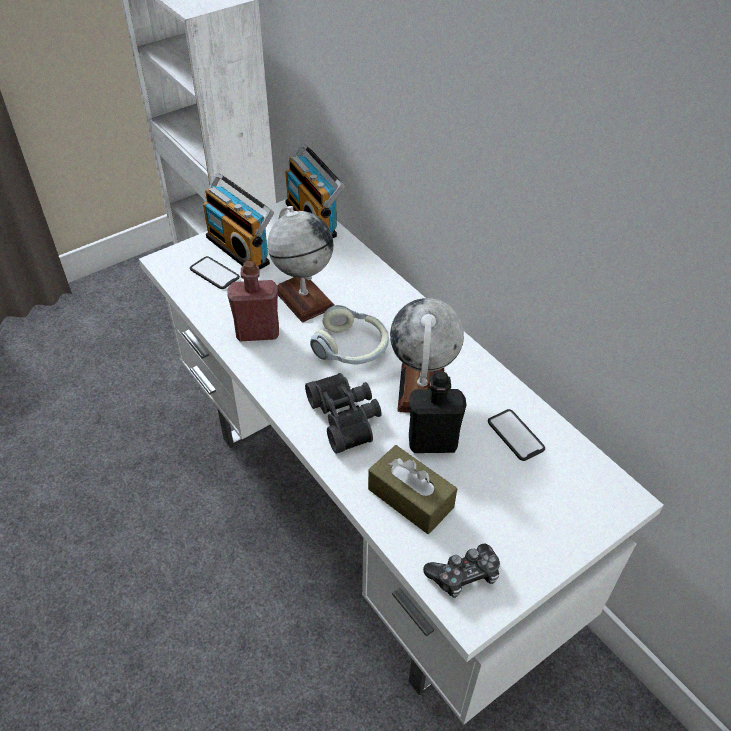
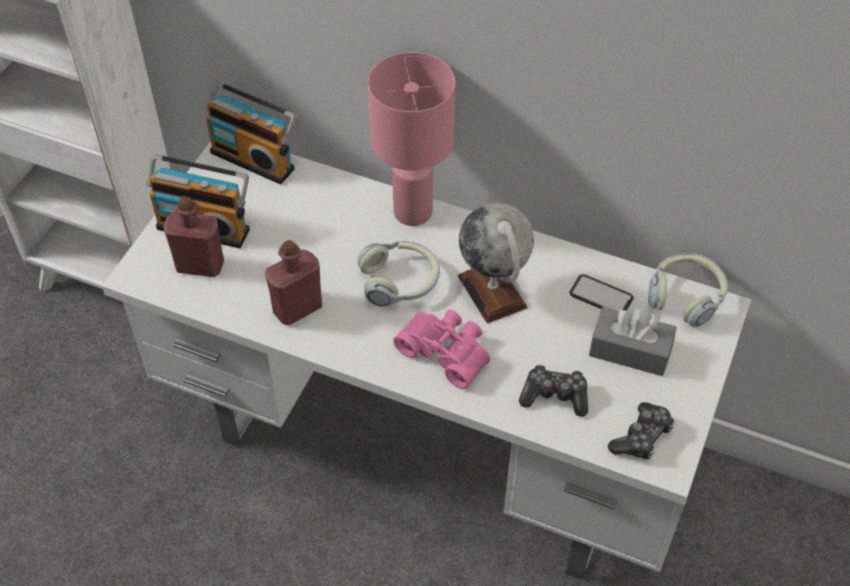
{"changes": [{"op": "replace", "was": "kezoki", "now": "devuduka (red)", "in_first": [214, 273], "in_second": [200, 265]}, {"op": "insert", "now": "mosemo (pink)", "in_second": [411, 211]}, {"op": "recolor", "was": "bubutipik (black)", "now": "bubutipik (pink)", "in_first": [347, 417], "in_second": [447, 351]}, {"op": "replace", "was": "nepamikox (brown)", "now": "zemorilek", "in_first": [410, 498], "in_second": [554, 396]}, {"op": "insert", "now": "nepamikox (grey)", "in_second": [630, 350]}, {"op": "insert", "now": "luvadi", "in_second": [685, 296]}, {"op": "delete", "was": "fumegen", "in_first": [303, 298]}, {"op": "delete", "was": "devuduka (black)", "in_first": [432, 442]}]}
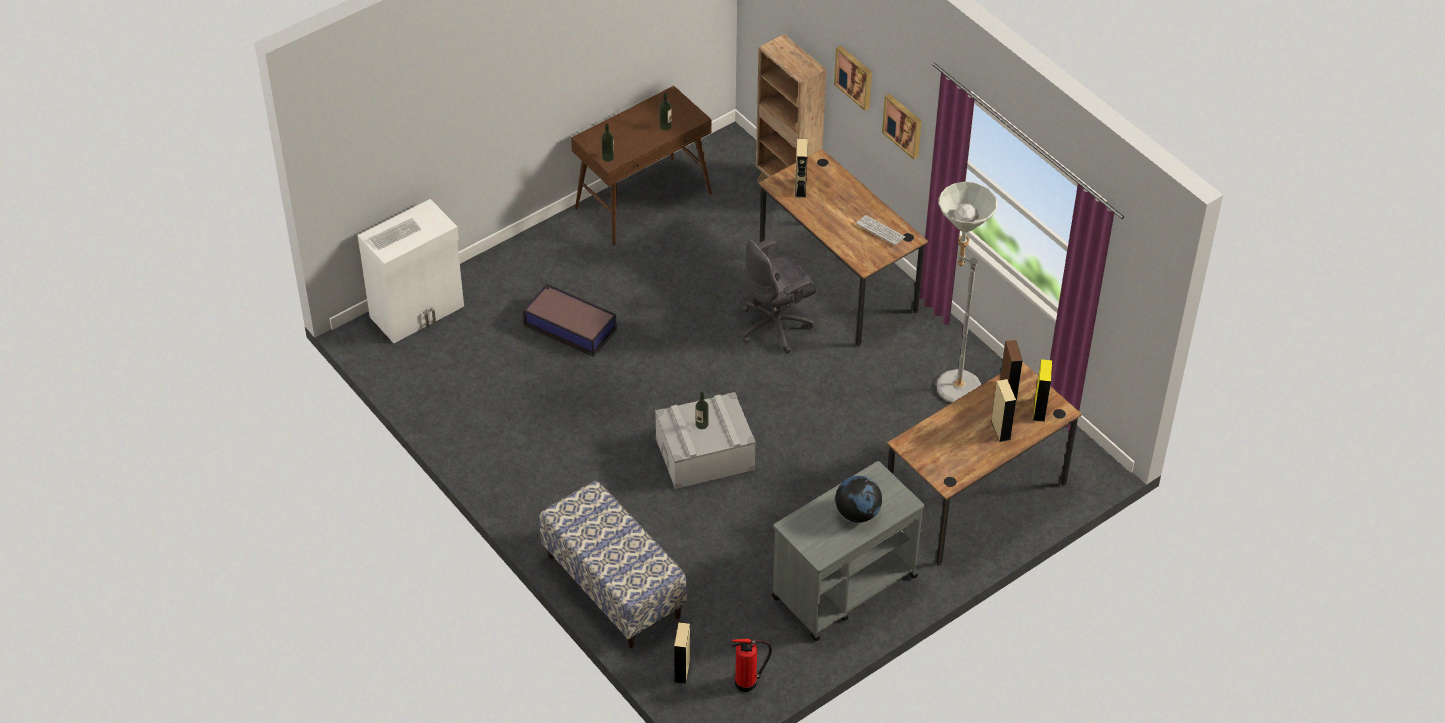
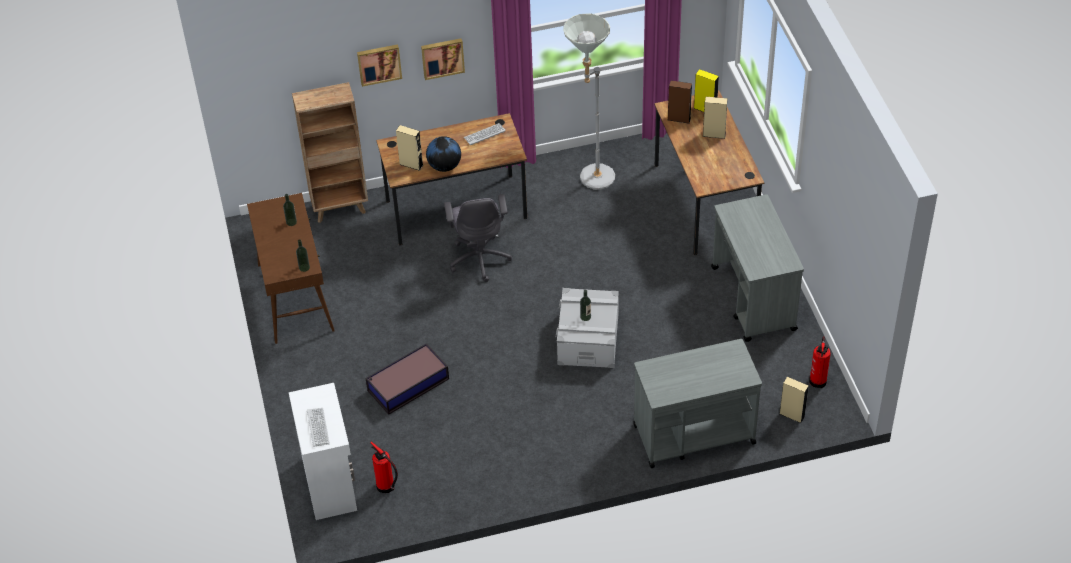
{"changes": [{"op": "insert", "now": "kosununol", "in_second": [386, 487]}, {"op": "move", "was": "fumegen", "in_first": [857, 513], "in_second": [444, 166]}, {"op": "replace", "was": "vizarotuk", "now": "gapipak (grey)", "in_first": [613, 586], "in_second": [693, 434]}]}
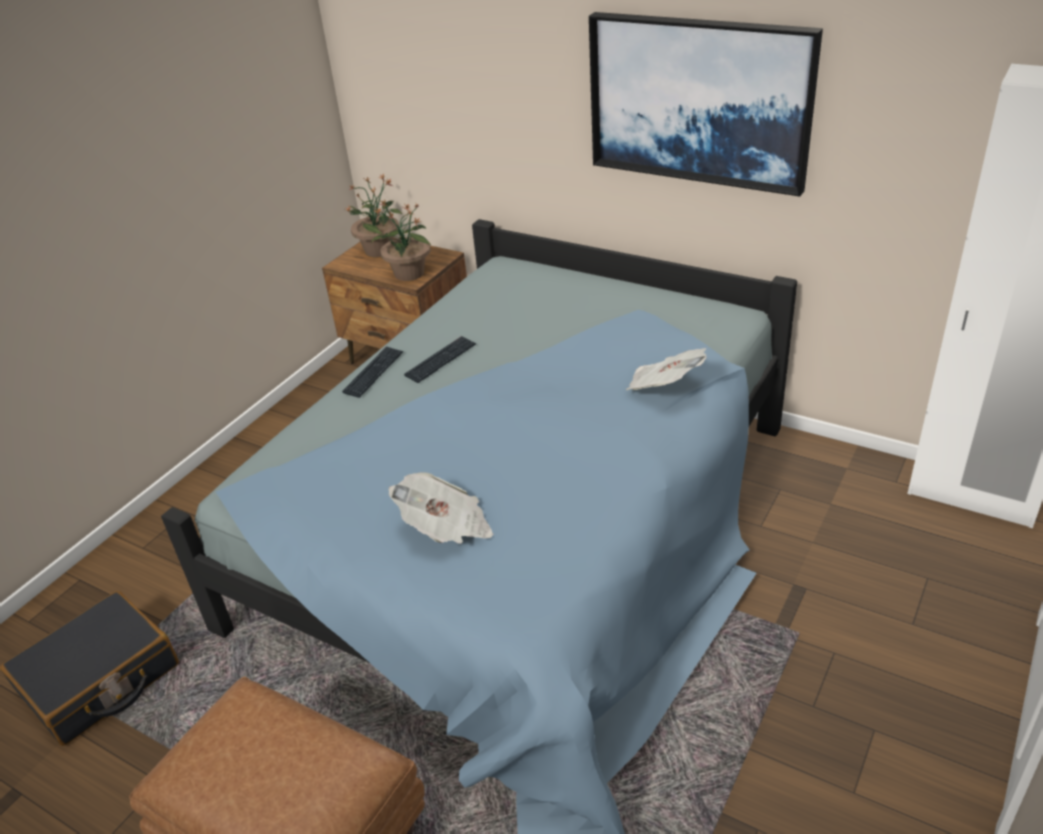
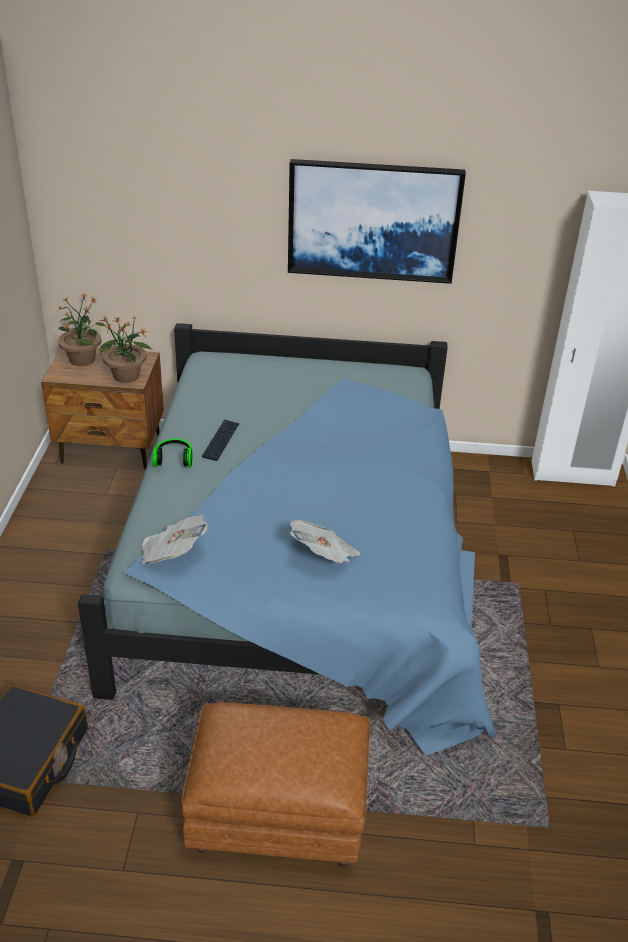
{"changes": [{"op": "move", "was": "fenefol", "in_first": [664, 387], "in_second": [173, 553]}, {"op": "replace", "was": "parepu", "now": "luvadi", "in_first": [374, 373], "in_second": [174, 459]}]}
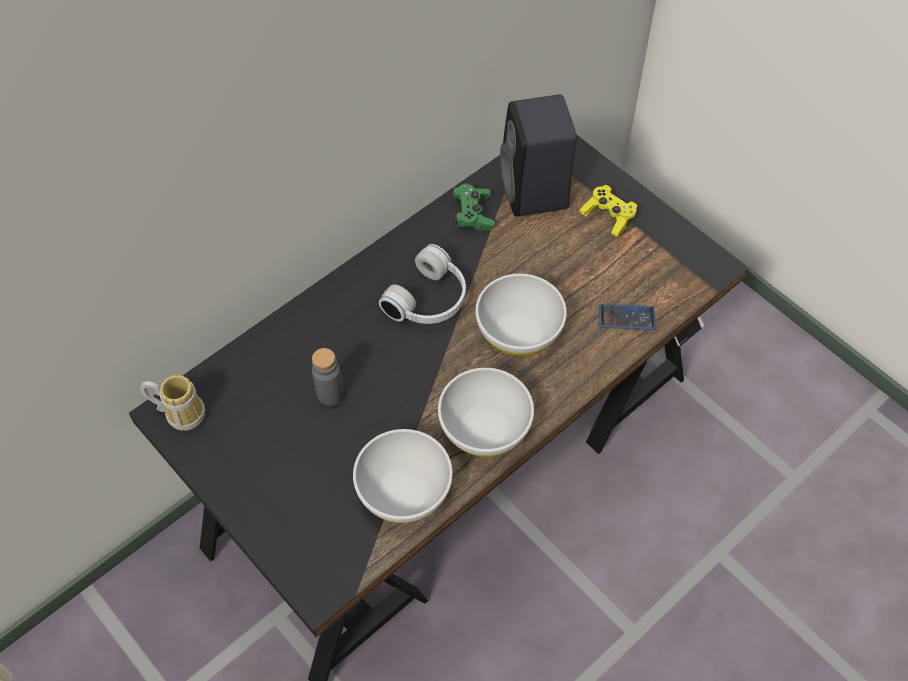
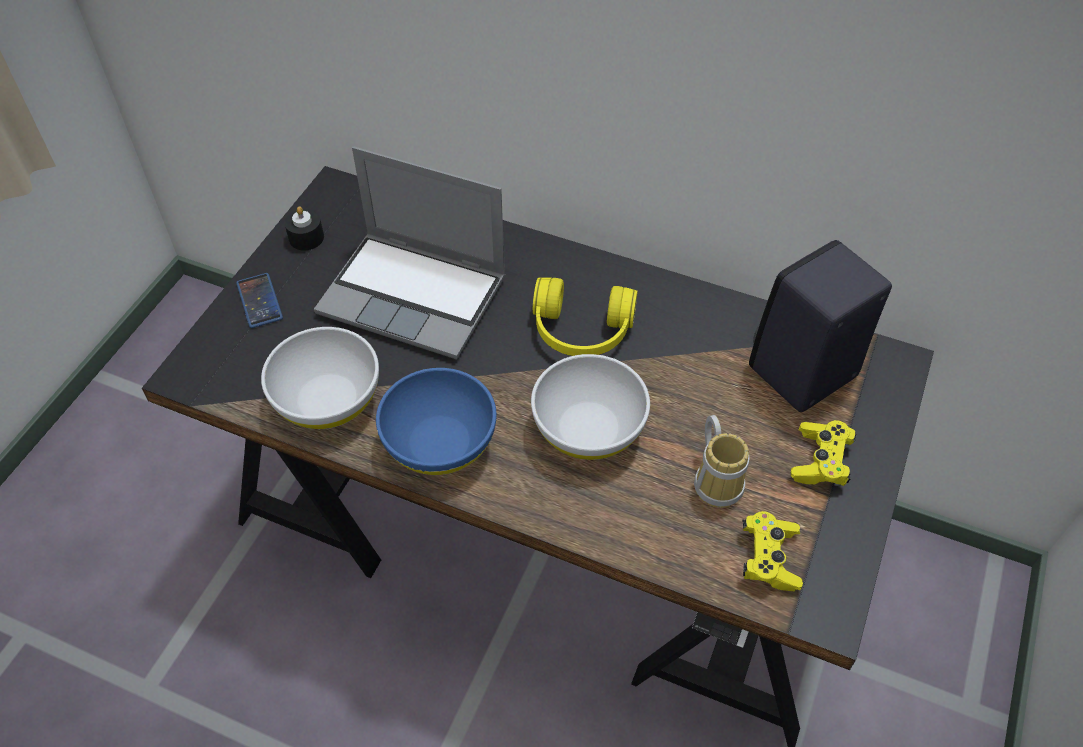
{"changes": [{"op": "move", "was": "kezoki", "in_first": [627, 317], "in_second": [259, 301]}, {"op": "insert", "now": "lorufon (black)", "in_second": [306, 237]}, {"op": "replace", "was": "devuduka (grey)", "now": "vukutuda", "in_first": [330, 394], "in_second": [416, 296]}, {"op": "recolor", "was": "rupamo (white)", "now": "rupamo (blue)", "in_first": [485, 427], "in_second": [440, 443]}, {"op": "recolor", "was": "luvadi (white)", "now": "luvadi (yellow)", "in_first": [430, 300], "in_second": [581, 332]}, {"op": "move", "was": "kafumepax", "in_first": [181, 412], "in_second": [718, 481]}, {"op": "insert", "now": "zemorilek (yellow)", "in_second": [769, 558]}, {"op": "delete", "was": "zemorilek (green)", "in_first": [473, 214]}]}
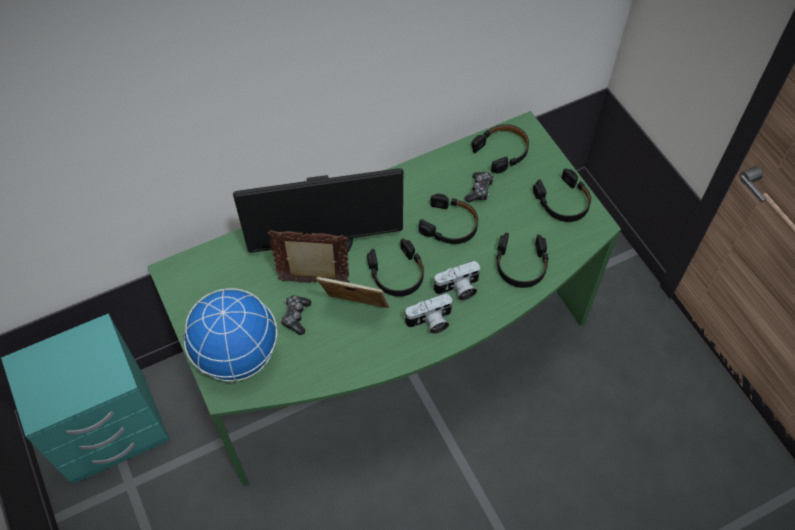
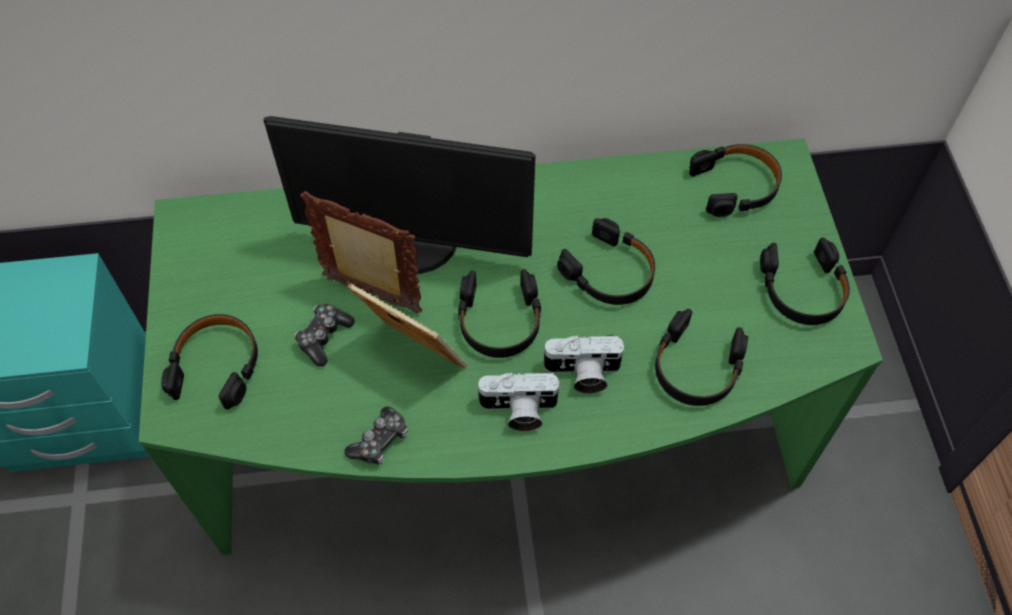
{"changes": [{"op": "replace", "was": "fumegen", "now": "luvadi (black)", "in_first": [237, 354], "in_second": [217, 365]}, {"op": "move", "was": "zemorilek", "in_first": [479, 190], "in_second": [380, 441]}]}
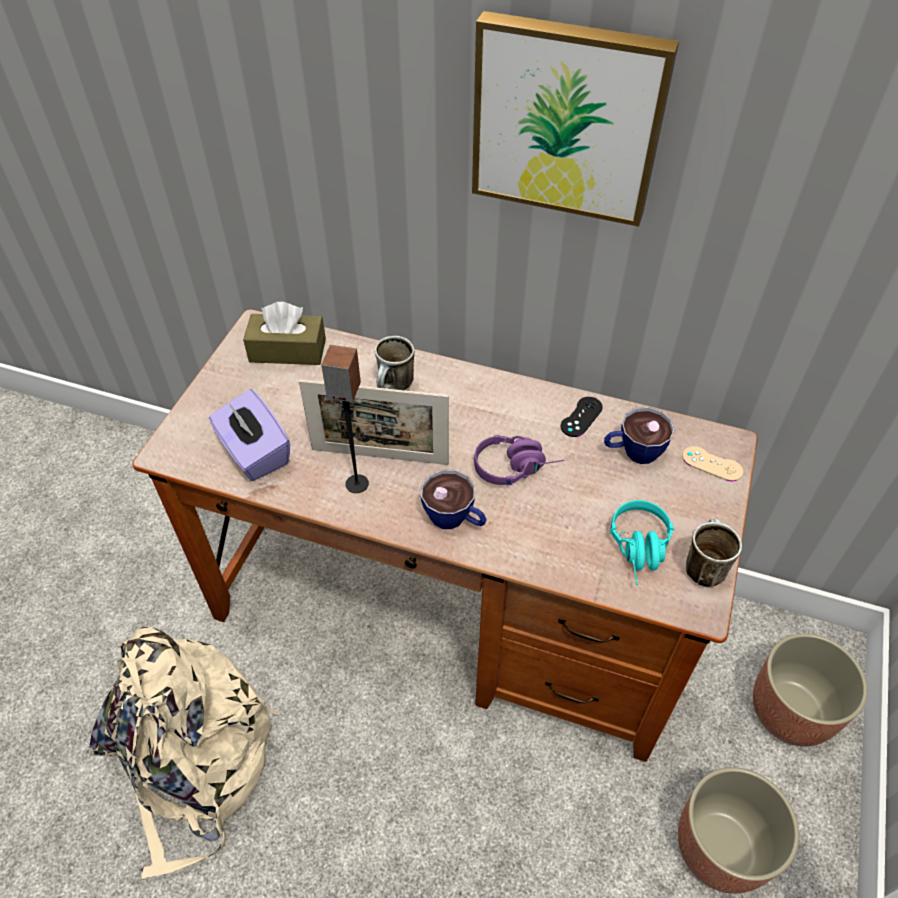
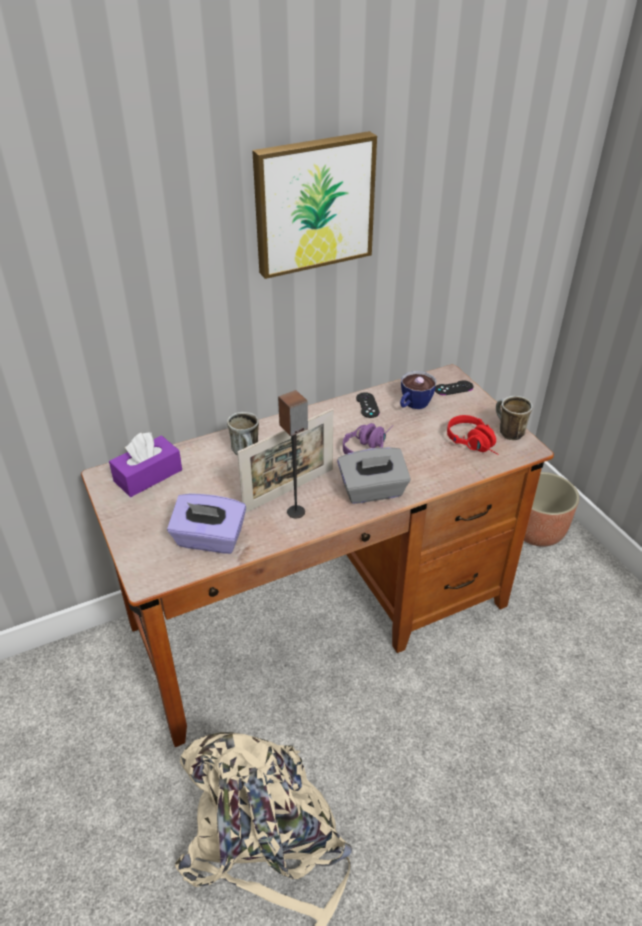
{"changes": [{"op": "recolor", "was": "nepamikox (brown)", "now": "nepamikox (purple)", "in_first": [287, 350], "in_second": [148, 475]}, {"op": "replace", "was": "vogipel", "now": "nepamikox (grey)", "in_first": [455, 519], "in_second": [372, 491]}, {"op": "recolor", "was": "zemorilek (beige)", "now": "zemorilek (black)", "in_first": [712, 464], "in_second": [453, 388]}, {"op": "recolor", "was": "luvadi (turquoise)", "now": "luvadi (red)", "in_first": [641, 551], "in_second": [475, 444]}, {"op": "delete", "was": "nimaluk", "in_first": [721, 847]}]}
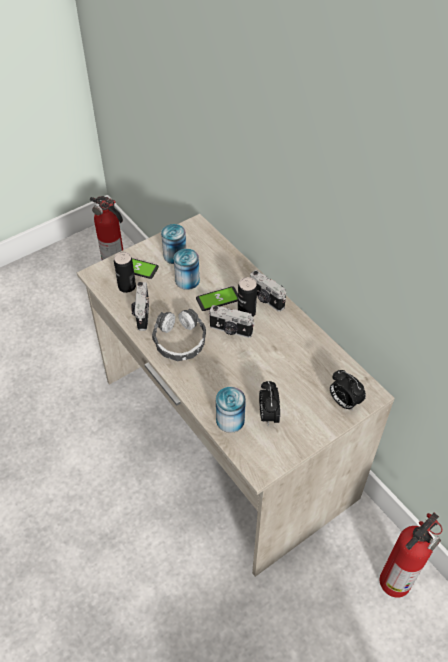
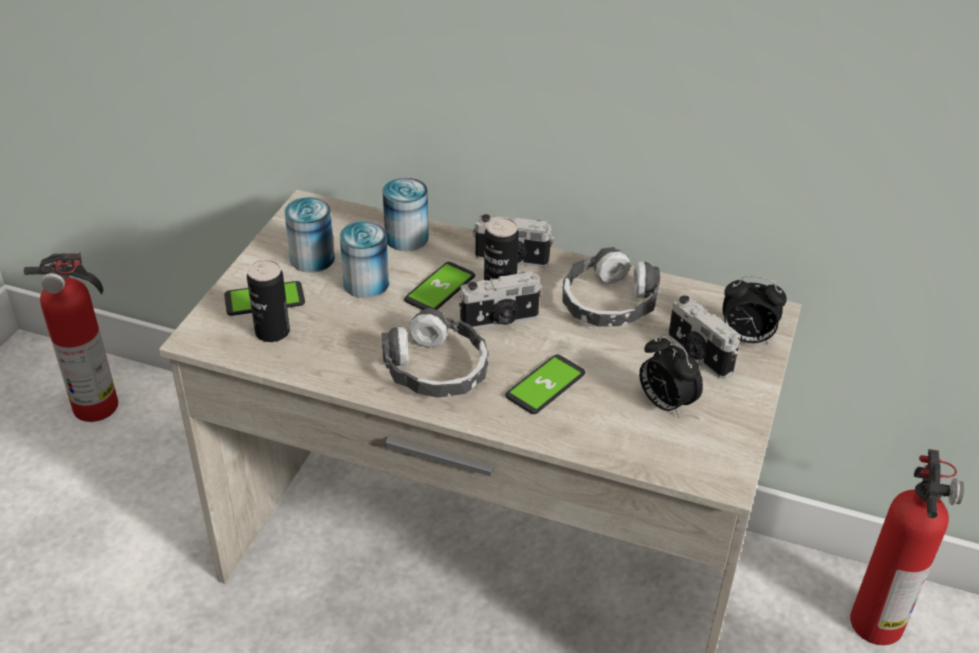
{"changes": [{"op": "move", "was": "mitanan", "in_first": [230, 420], "in_second": [406, 238]}, {"op": "insert", "now": "kezoki", "in_second": [545, 385]}, {"op": "insert", "now": "luvadi", "in_second": [609, 302]}, {"op": "move", "was": "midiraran", "in_first": [141, 314], "in_second": [697, 355]}]}
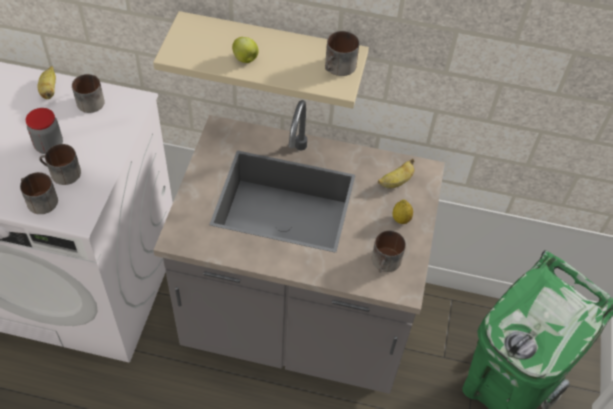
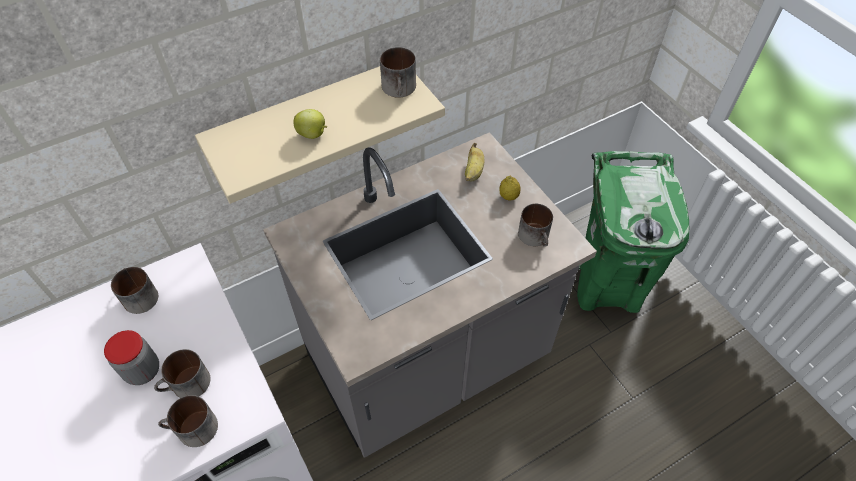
{"changes": [{"op": "delete", "was": "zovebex", "in_first": [49, 90]}]}
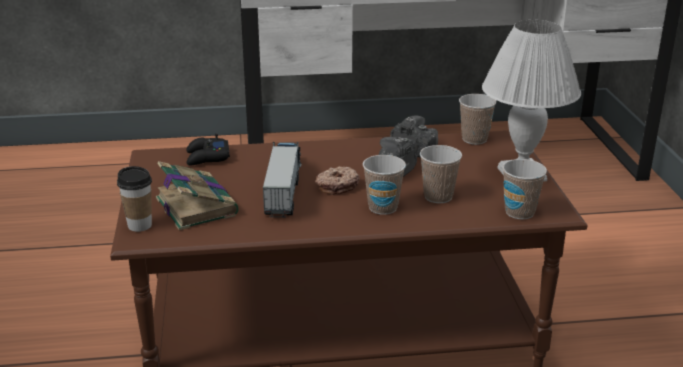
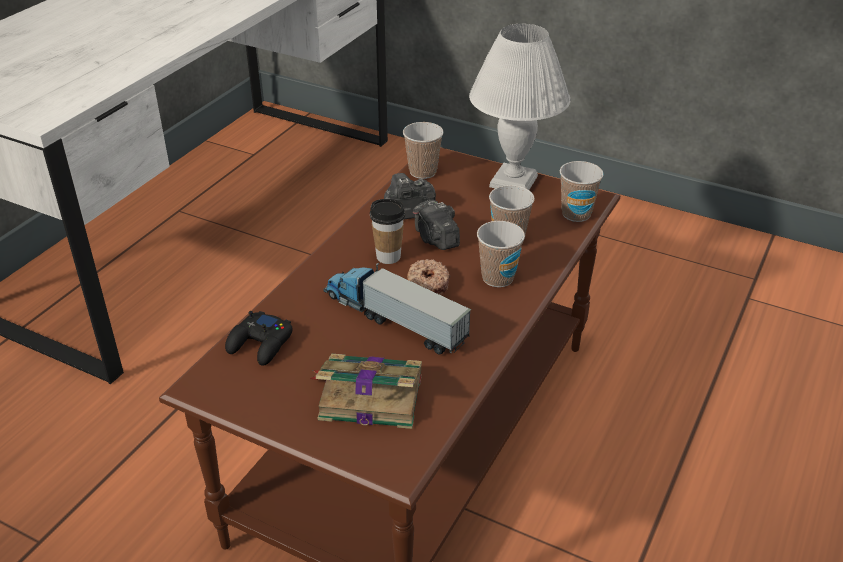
{"changes": [{"op": "move", "was": "vogipel", "in_first": [140, 225], "in_second": [388, 257]}]}
